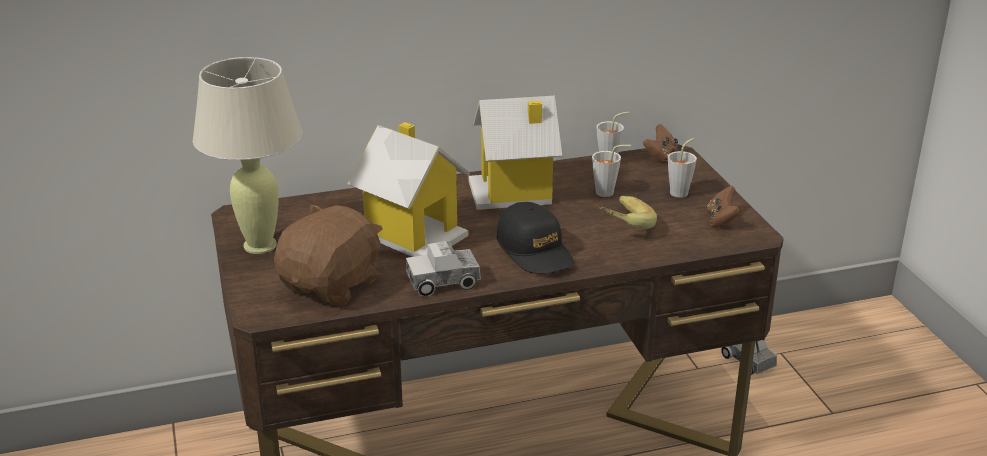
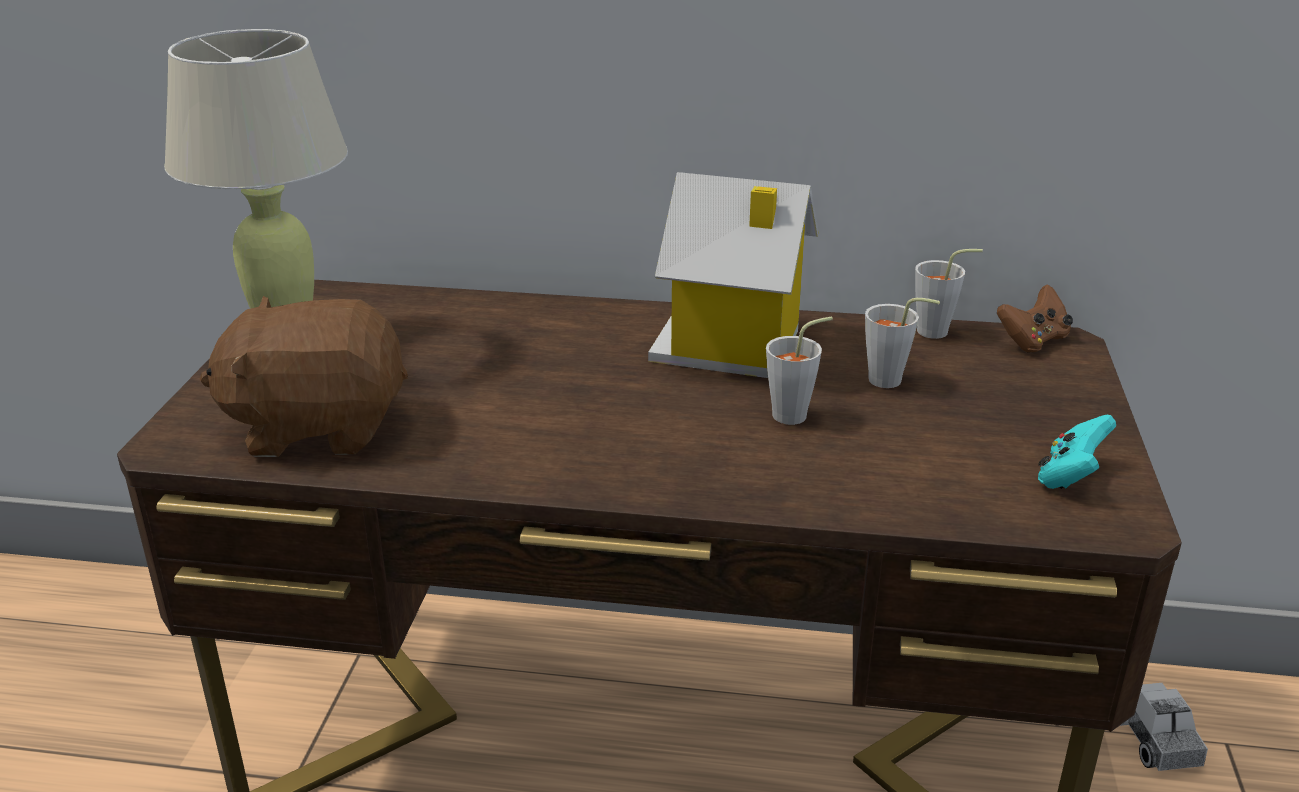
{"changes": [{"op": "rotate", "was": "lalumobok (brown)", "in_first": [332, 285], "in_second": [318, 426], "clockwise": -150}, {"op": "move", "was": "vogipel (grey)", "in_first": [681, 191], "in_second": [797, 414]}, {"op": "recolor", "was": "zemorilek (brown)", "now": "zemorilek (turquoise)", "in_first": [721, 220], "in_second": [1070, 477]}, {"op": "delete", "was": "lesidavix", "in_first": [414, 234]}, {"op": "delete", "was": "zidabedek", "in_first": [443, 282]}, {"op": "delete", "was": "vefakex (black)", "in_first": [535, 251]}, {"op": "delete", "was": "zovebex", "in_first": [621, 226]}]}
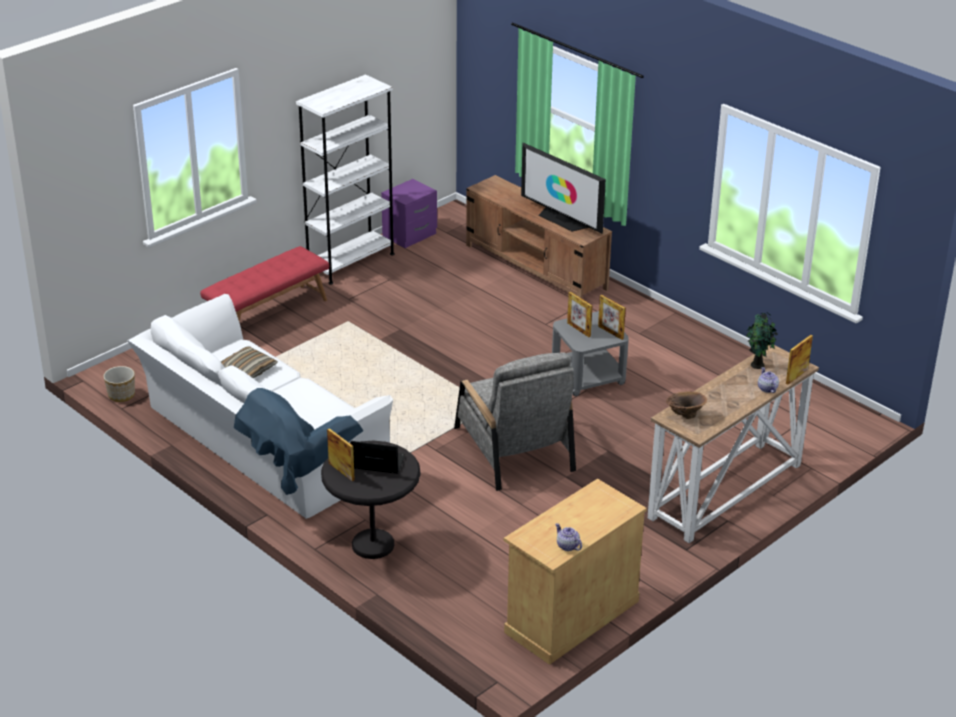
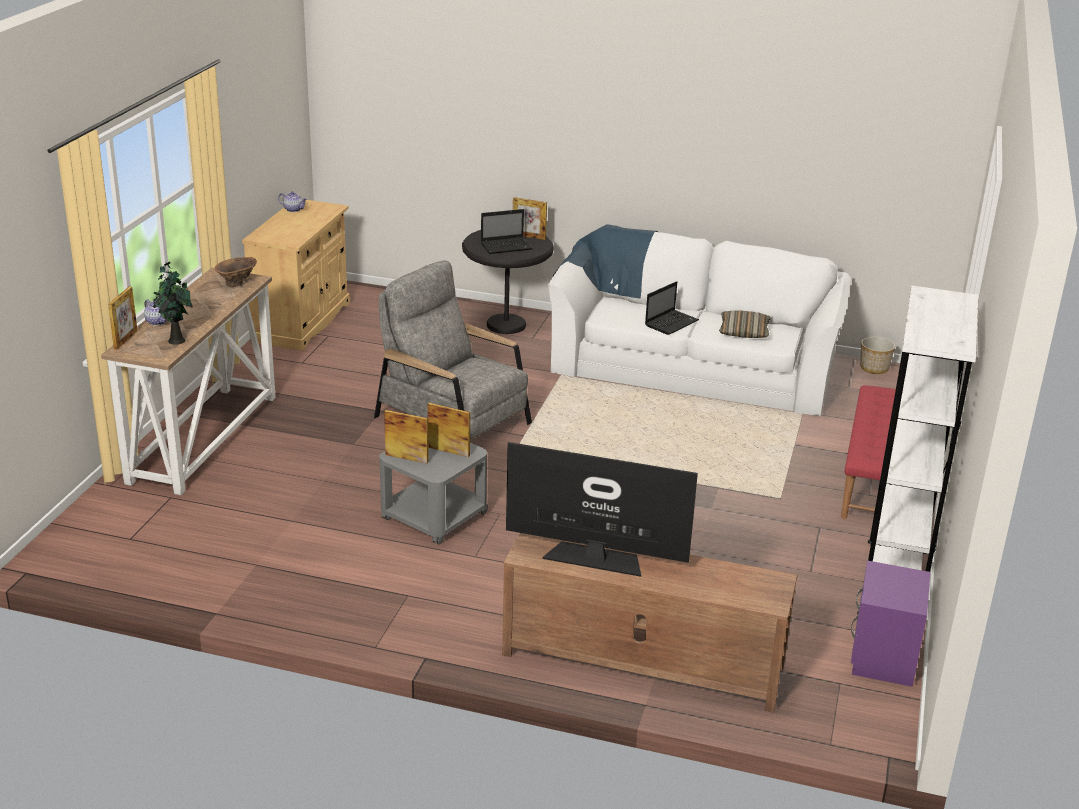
{"changes": [{"op": "insert", "now": "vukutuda", "in_second": [671, 323]}]}
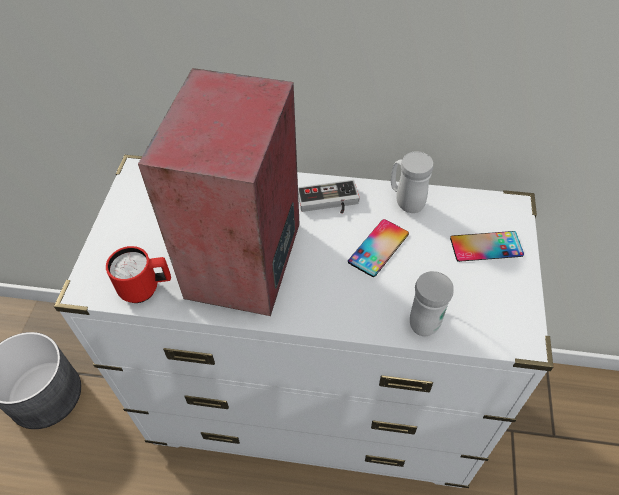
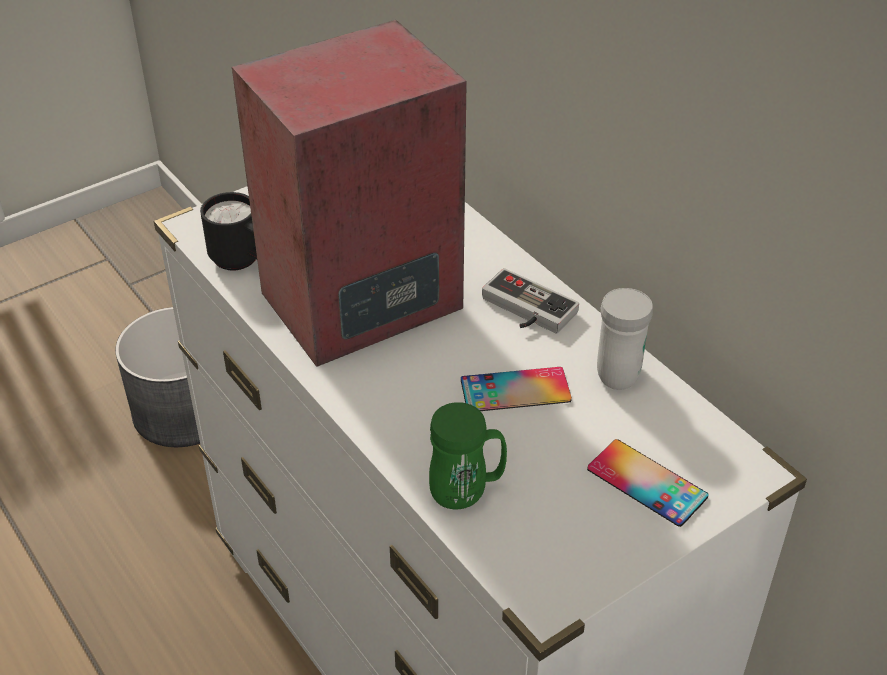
{"changes": [{"op": "recolor", "was": "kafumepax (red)", "now": "kafumepax (black)", "in_first": [146, 289], "in_second": [242, 261]}, {"op": "recolor", "was": "kafumepax (white)", "now": "kafumepax (green)", "in_first": [427, 318], "in_second": [467, 492]}]}
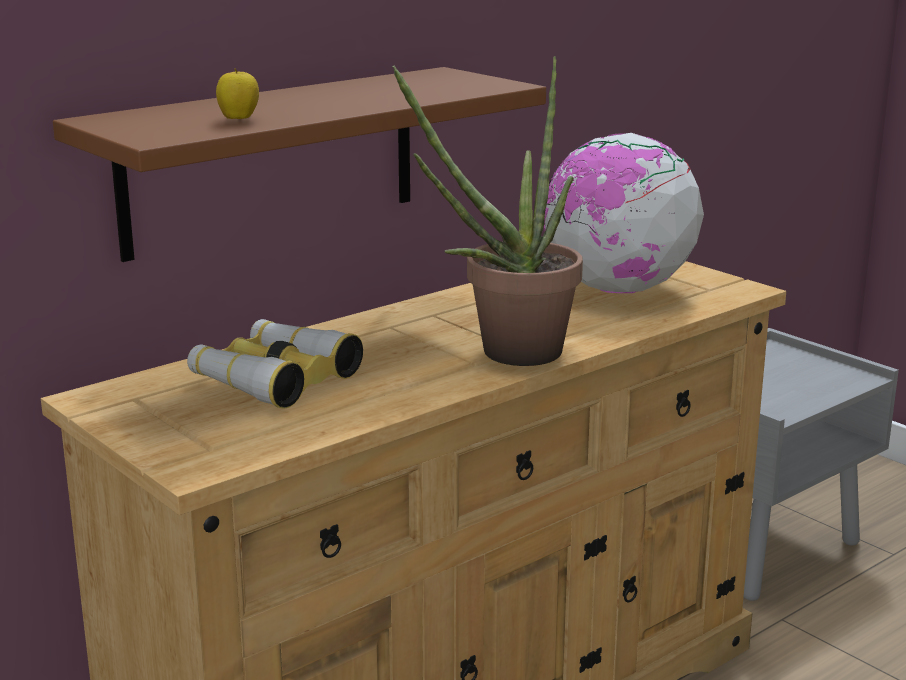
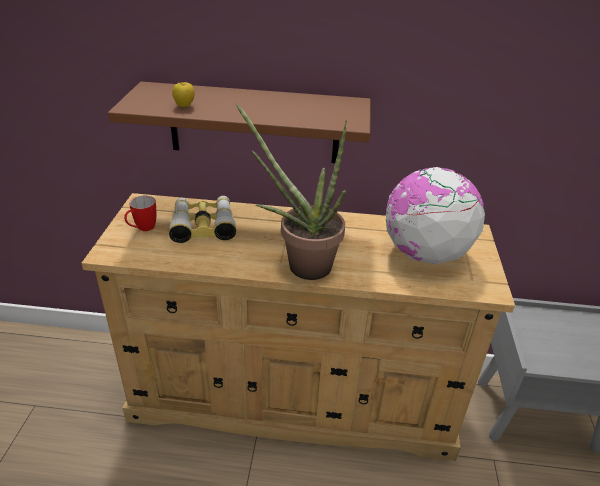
{"changes": [{"op": "insert", "now": "kafumepax", "in_second": [142, 229]}]}
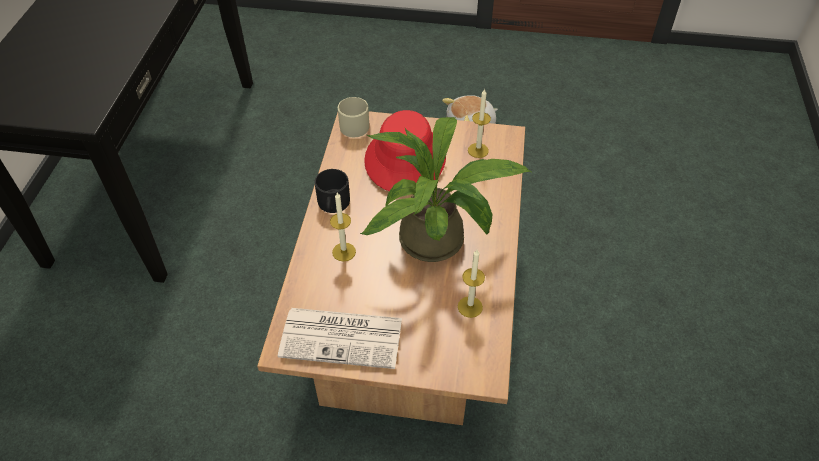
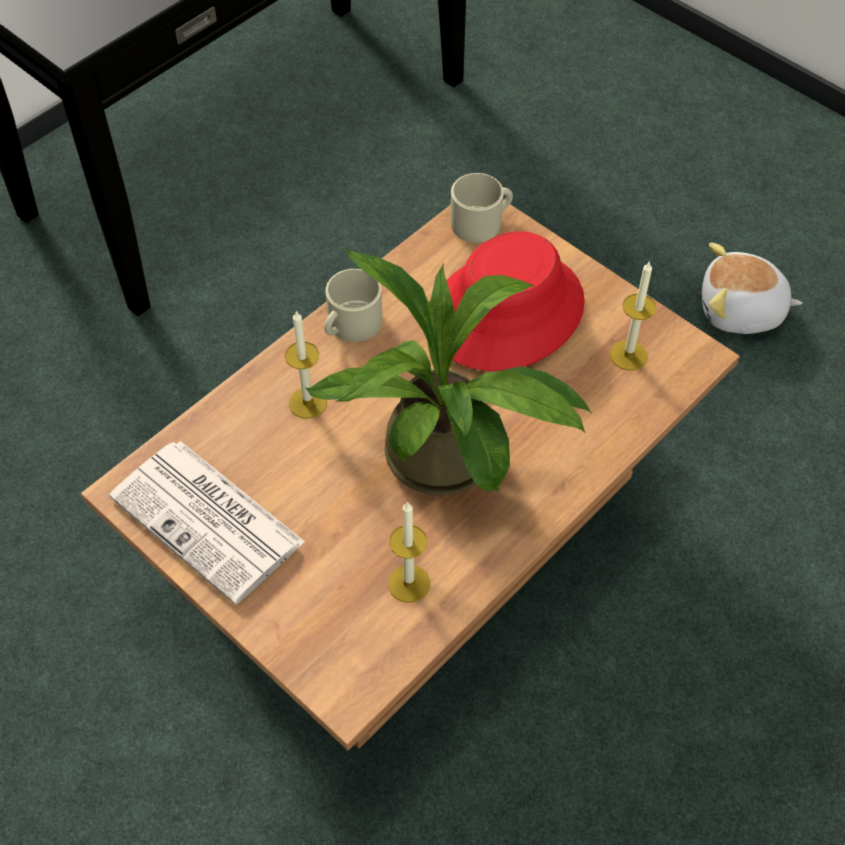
{"changes": [{"op": "recolor", "was": "kafumepax (black)", "now": "kafumepax (beige)", "in_first": [333, 204], "in_second": [350, 325]}]}
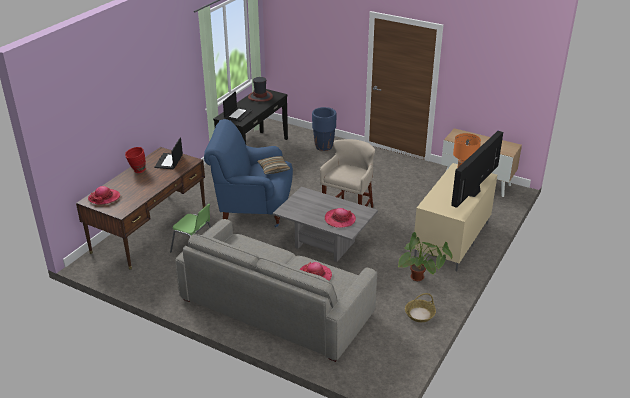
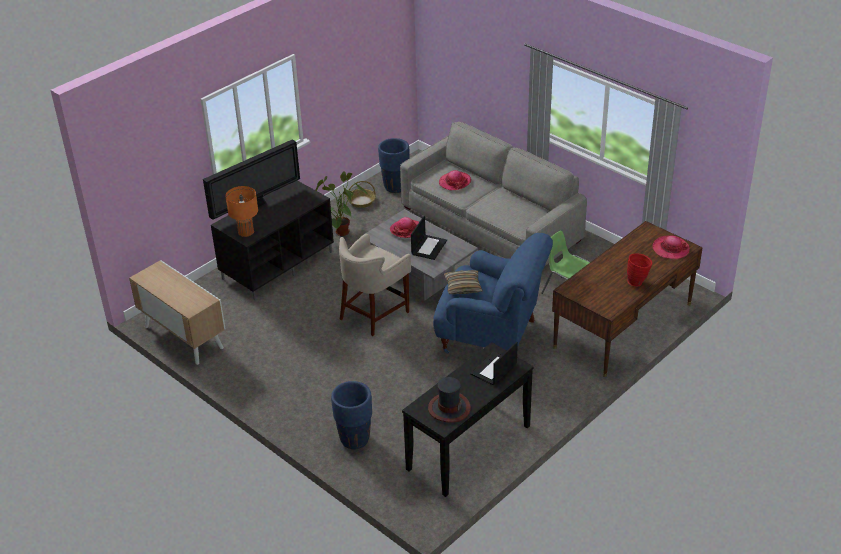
{"changes": [{"op": "recolor", "was": "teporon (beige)", "now": "teporon (black)", "in_first": [452, 240], "in_second": [277, 264]}, {"op": "insert", "now": "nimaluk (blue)", "in_second": [395, 187]}, {"op": "move", "was": "vukutuda", "in_first": [169, 161], "in_second": [429, 247]}]}
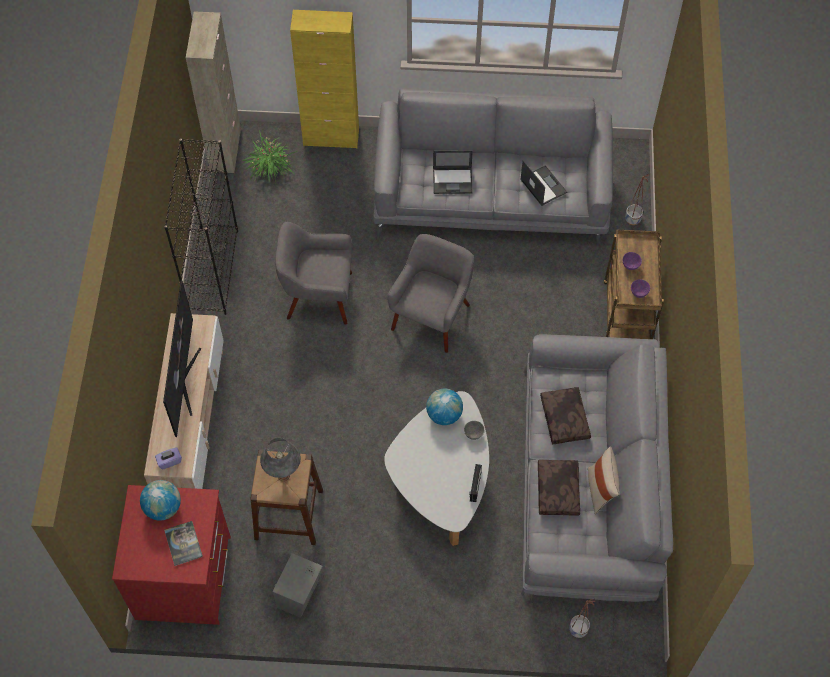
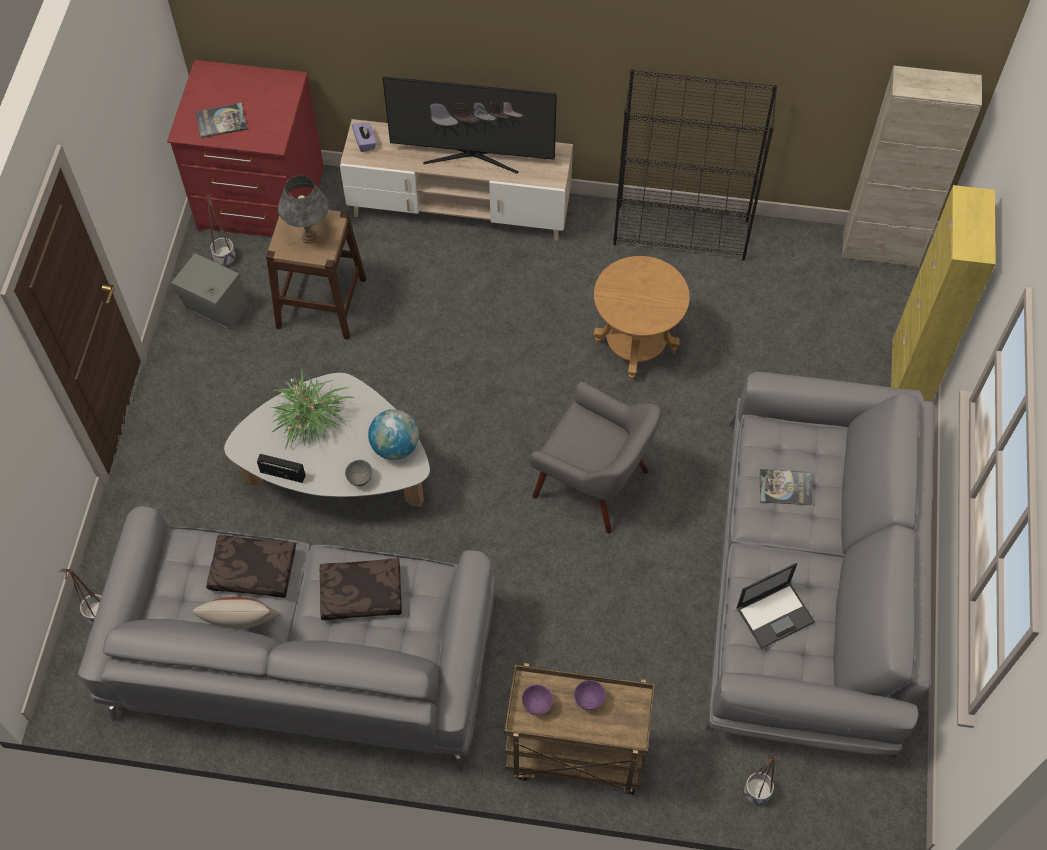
{"changes": [{"op": "insert", "now": "nimaluk", "in_second": [225, 258]}, {"op": "move", "was": "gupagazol", "in_first": [269, 167], "in_second": [310, 418]}, {"op": "replace", "was": "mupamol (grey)", "now": "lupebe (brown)", "in_first": [318, 296], "in_second": [635, 347]}, {"op": "replace", "was": "vukutuda", "now": "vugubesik", "in_first": [453, 181], "in_second": [785, 487]}, {"op": "delete", "was": "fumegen", "in_first": [163, 507]}]}
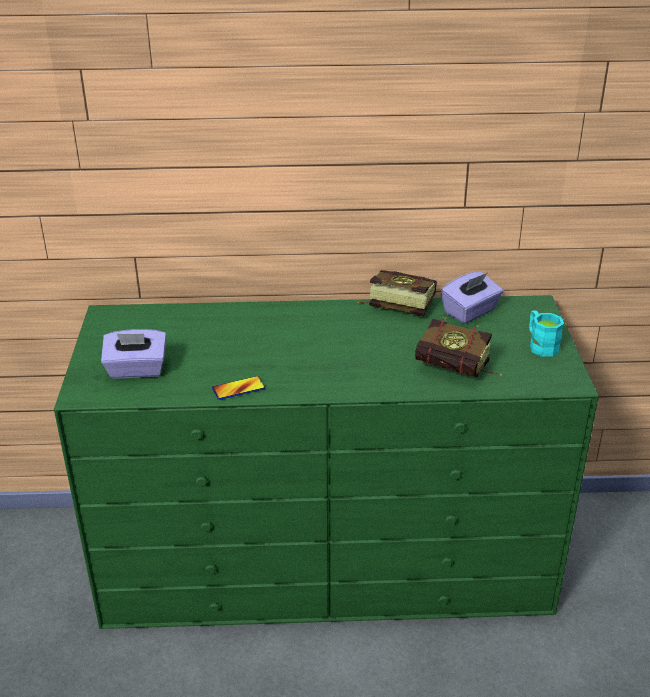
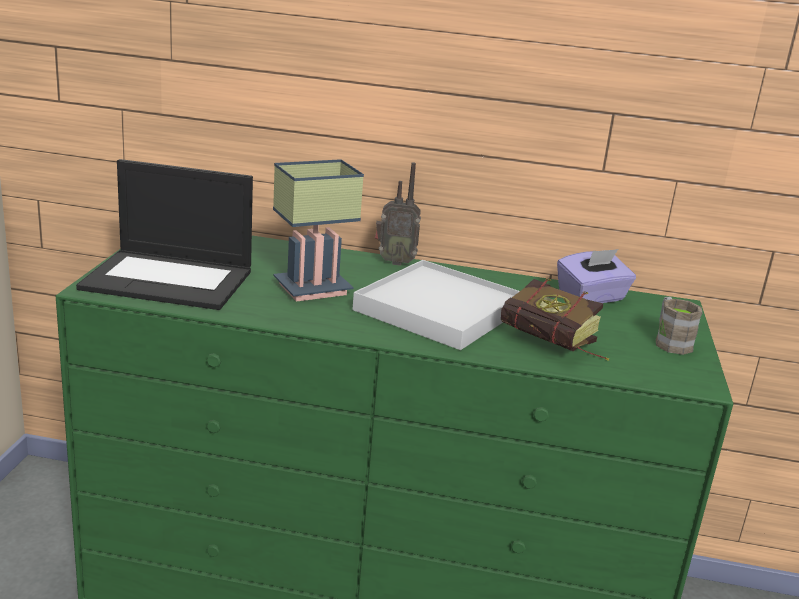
{"changes": [{"op": "replace", "was": "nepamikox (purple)", "now": "vukutuda", "in_first": [136, 370], "in_second": [170, 279]}, {"op": "insert", "now": "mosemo", "in_second": [314, 287]}, {"op": "insert", "now": "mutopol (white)", "in_second": [438, 310]}, {"op": "insert", "now": "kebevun", "in_second": [395, 261]}, {"op": "recolor", "was": "kafumepax (turquoise)", "now": "kafumepax (brown)", "in_first": [540, 345], "in_second": [670, 341]}, {"op": "delete", "was": "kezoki", "in_first": [238, 389]}, {"op": "delete", "was": "vugubesik", "in_first": [395, 305]}]}
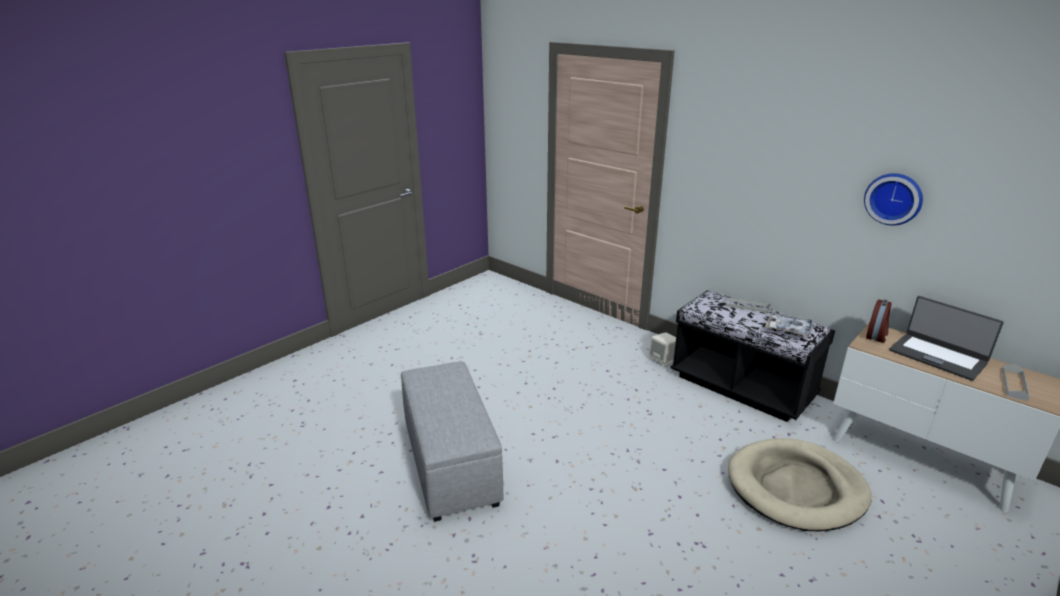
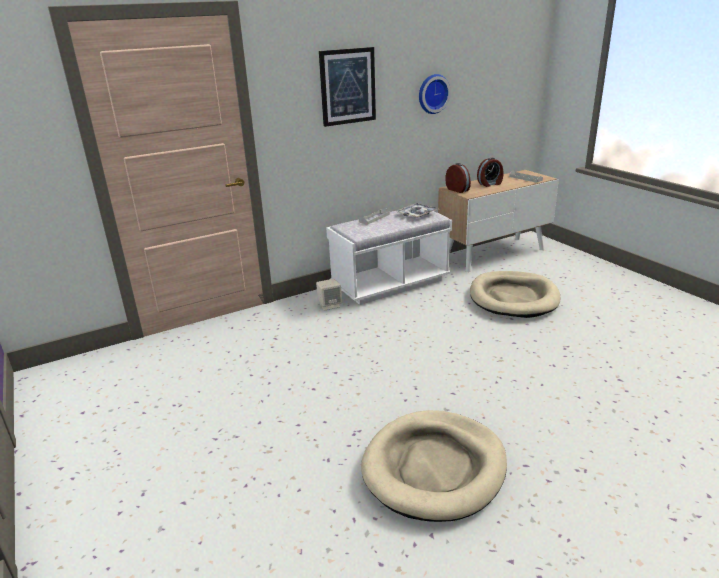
{"changes": [{"op": "insert", "now": "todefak", "in_second": [347, 86]}, {"op": "recolor", "was": "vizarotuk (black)", "now": "vizarotuk (white)", "in_first": [742, 386], "in_second": [390, 284]}, {"op": "replace", "was": "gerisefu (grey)", "now": "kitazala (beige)", "in_first": [451, 463], "in_second": [434, 468]}, {"op": "replace", "was": "vukutuda", "now": "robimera", "in_first": [938, 356], "in_second": [490, 184]}]}
